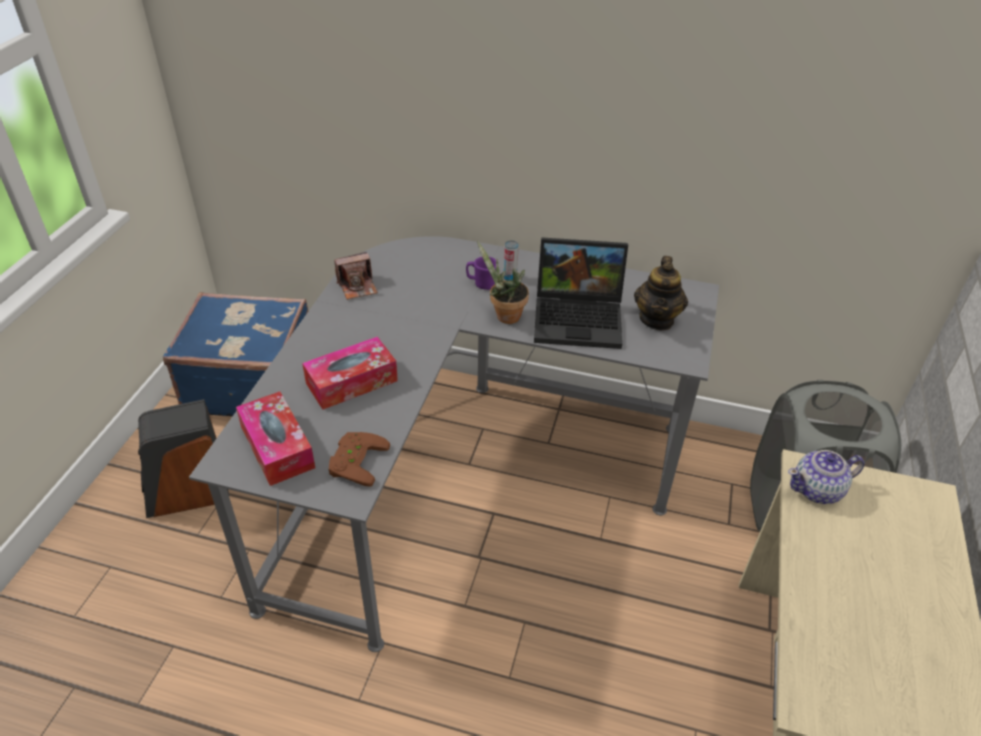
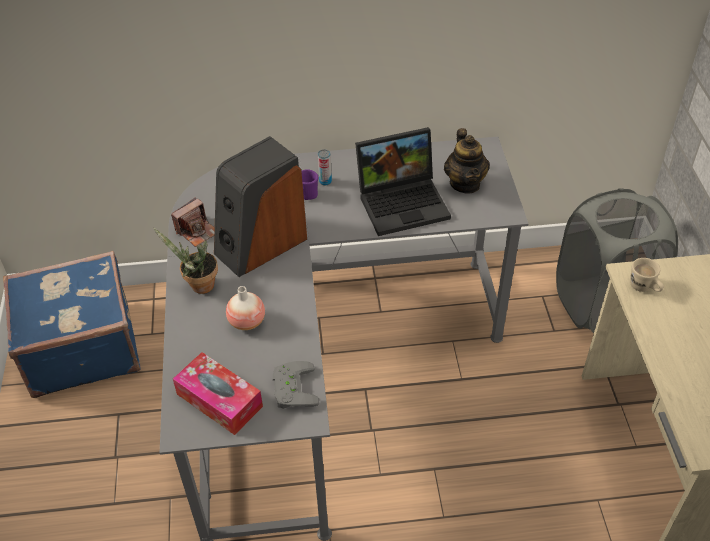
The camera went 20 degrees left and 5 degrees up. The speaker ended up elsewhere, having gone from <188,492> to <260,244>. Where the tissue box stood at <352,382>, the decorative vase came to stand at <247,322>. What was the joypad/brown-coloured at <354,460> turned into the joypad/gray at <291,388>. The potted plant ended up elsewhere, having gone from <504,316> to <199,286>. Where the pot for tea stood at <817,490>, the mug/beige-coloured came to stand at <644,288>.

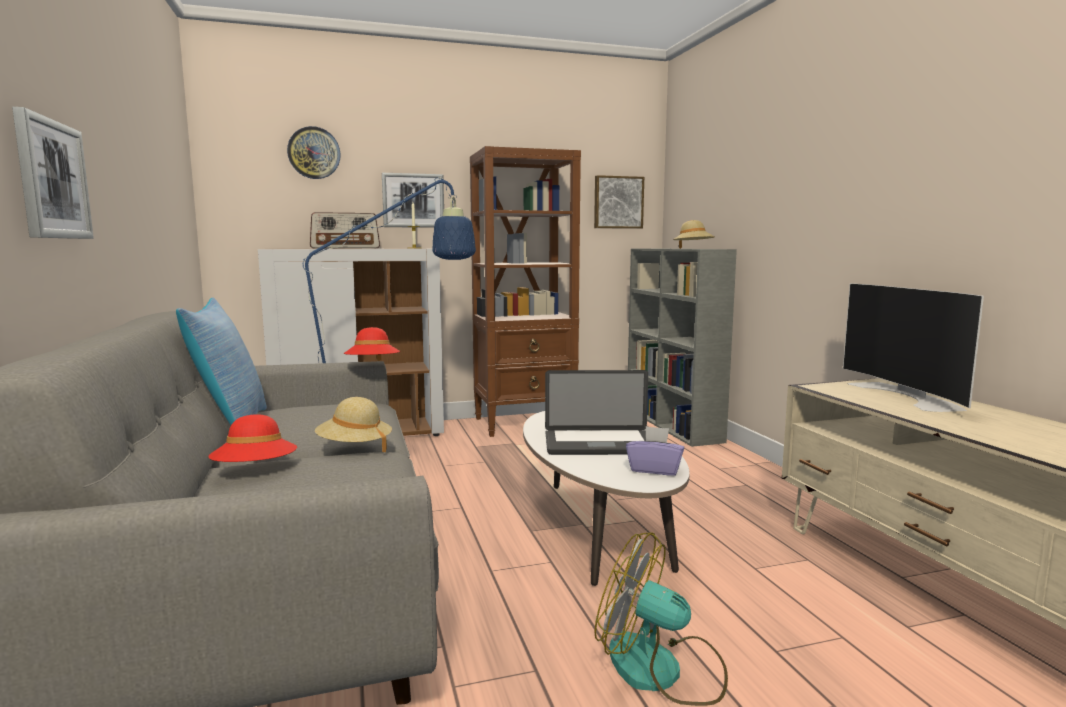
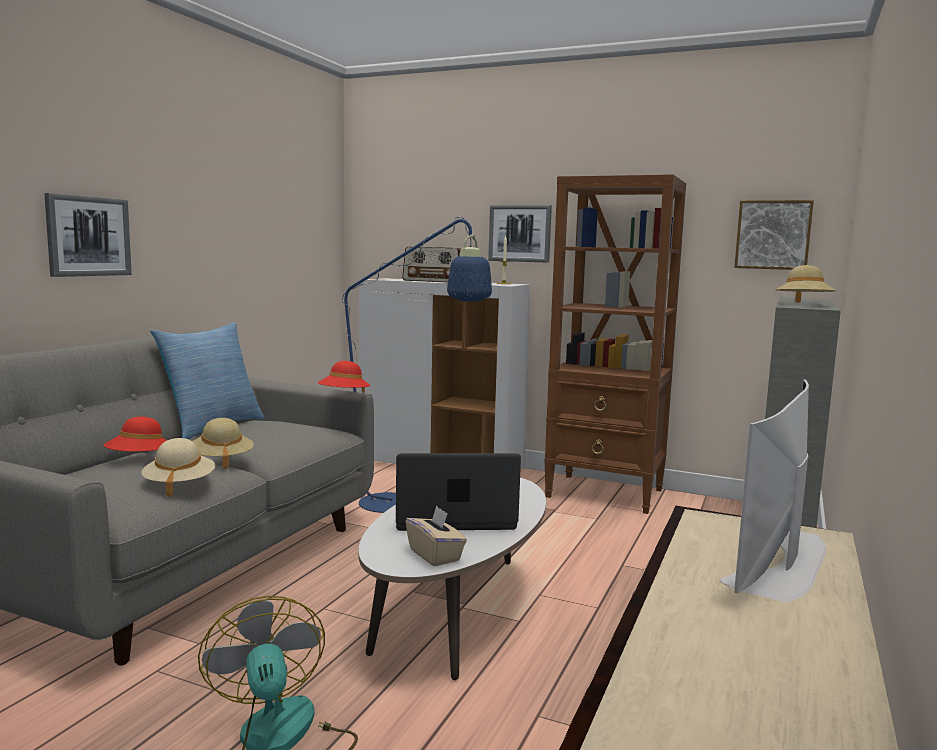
The camera went 40 degrees right and 0 degrees up. The second view lost the wall clock at <314,153>. The portable computer at <599,444> ended up facing another way, 135 degrees clockwise from before. What was the tissue box/purple at <655,469> turned into the tissue box/beige-coloured at <435,555>. The second view gained the hat/beige-coloured at <179,485>.

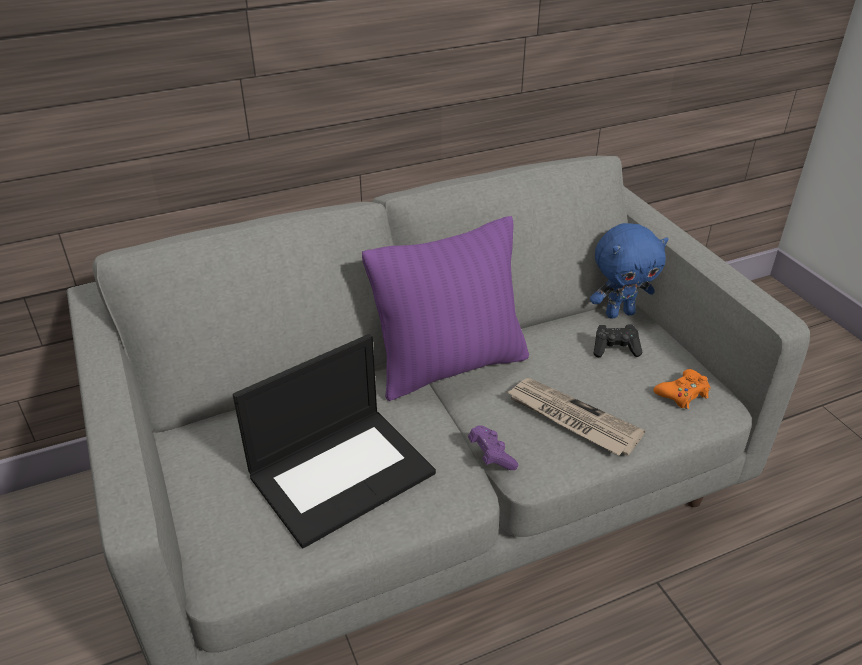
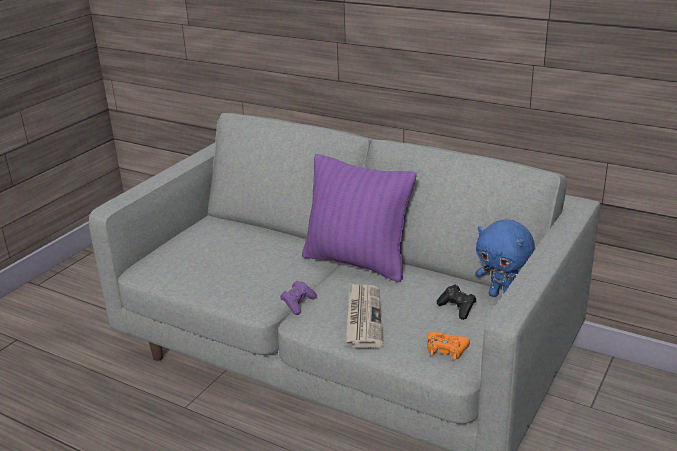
The camera went 55 degrees right and 10 degrees down. The second view lost the portable computer at <342,472>.

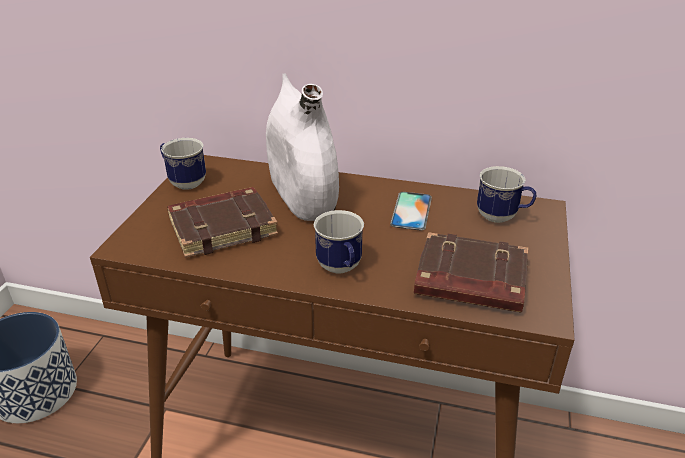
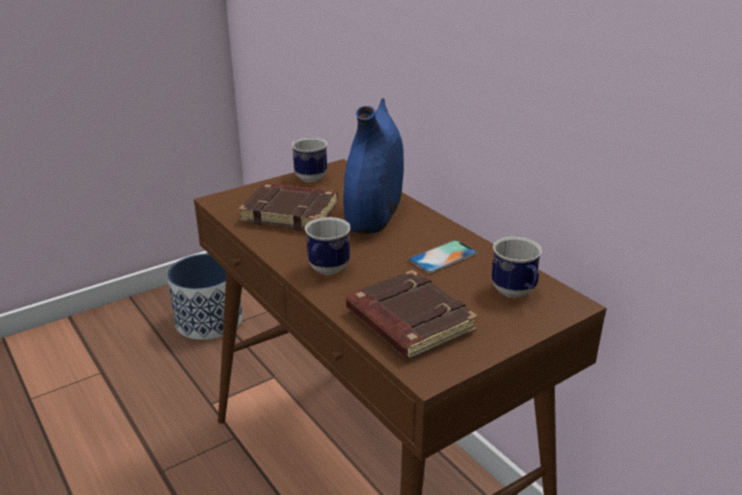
The camera went 40 degrees right and 5 degrees down. What was the decorative vase/whitish at <302,196> turned into the decorative vase/bluish at <374,214>.

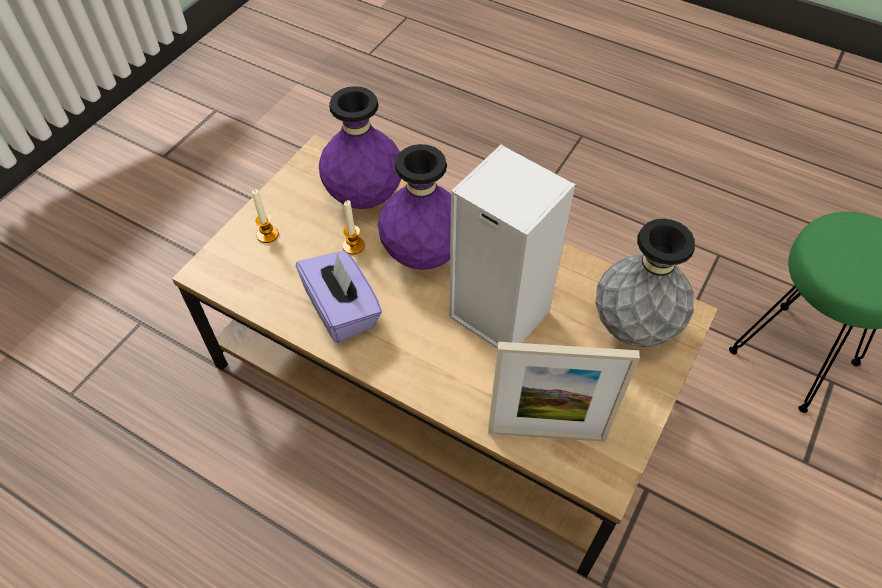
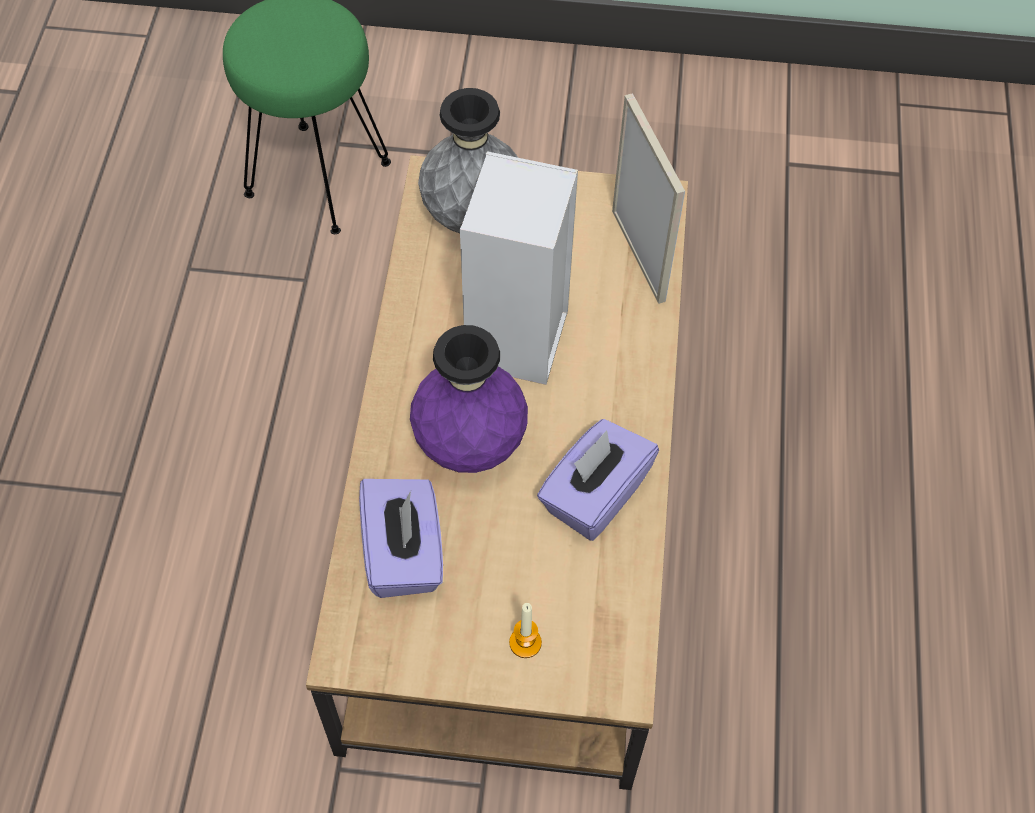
The camera went 115 degrees left and 5 degrees up. Where the decorative vase/purple stood at <365,197>, the tissue box/purple came to stand at <404,553>. The second view lost the wax light at <353,246>.

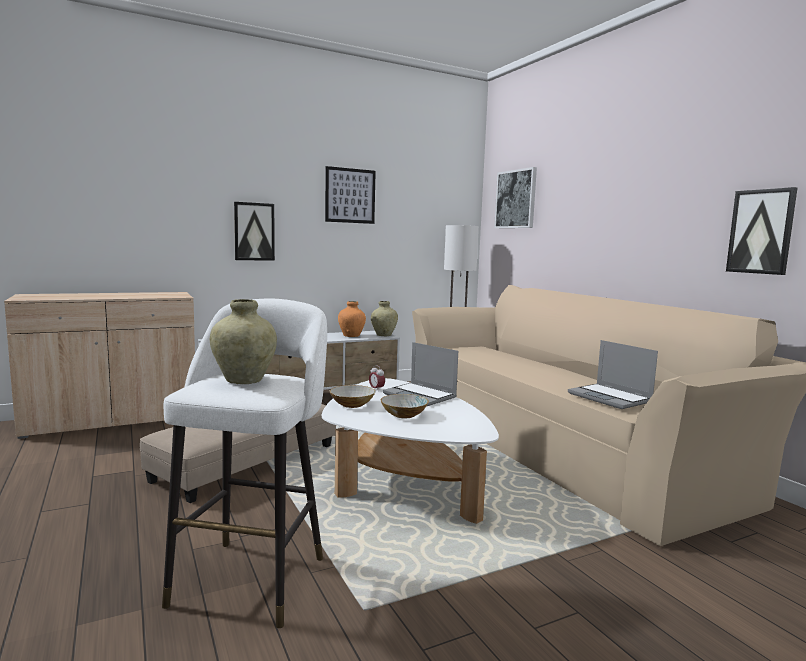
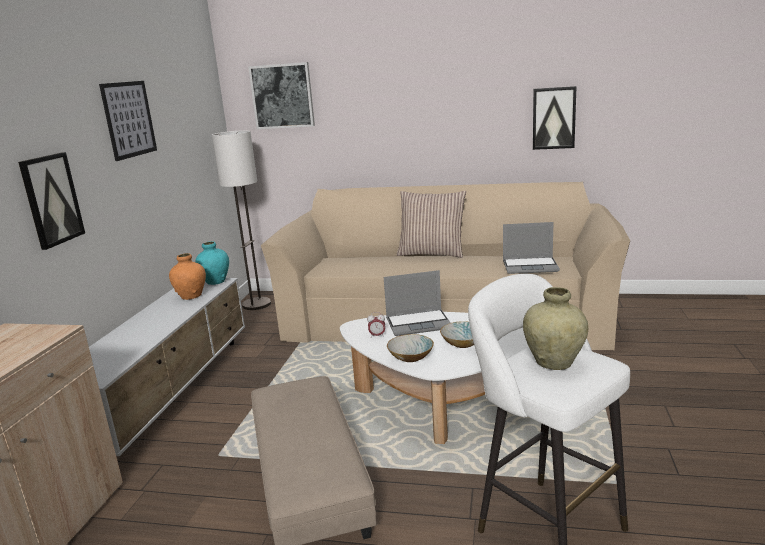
The camera went 50 degrees left and 10 degrees up. What was the decorative vase/beige-coloured at <384,335> turned into the decorative vase/turquoise at <215,282>. The second view gained the throw pillow at <432,253>.

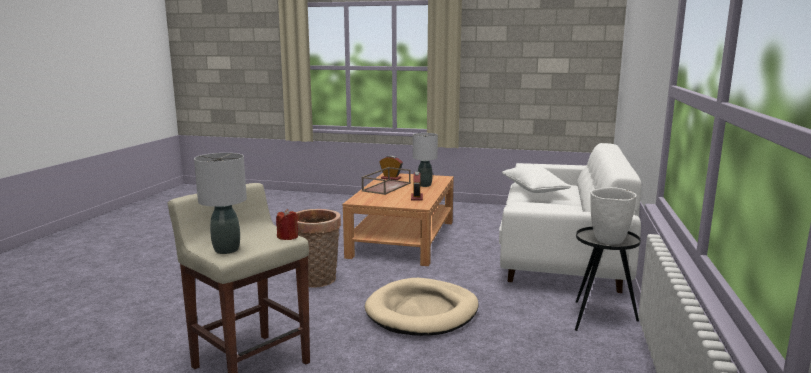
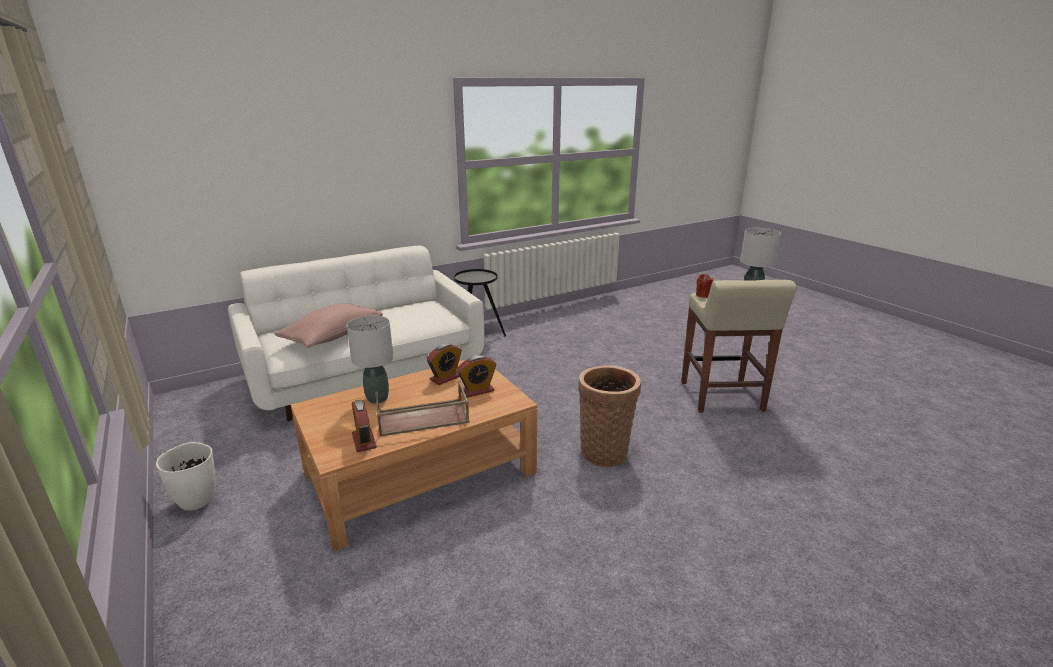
The camera went 135 degrees left and 10 degrees up. The second view lost the dog bed/beige-coloured at <422,311>. What was the throw pillow/whitish at <533,190> turned into the throw pillow/pinkish at <332,336>. The decorative vase/whitish ended up elsewhere, having gone from <609,240> to <197,501>. The second view gained the bedside clock at <477,391>.

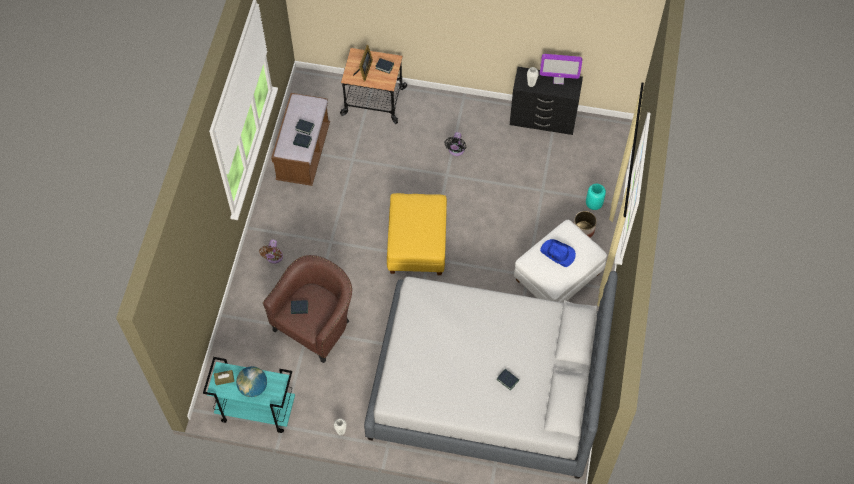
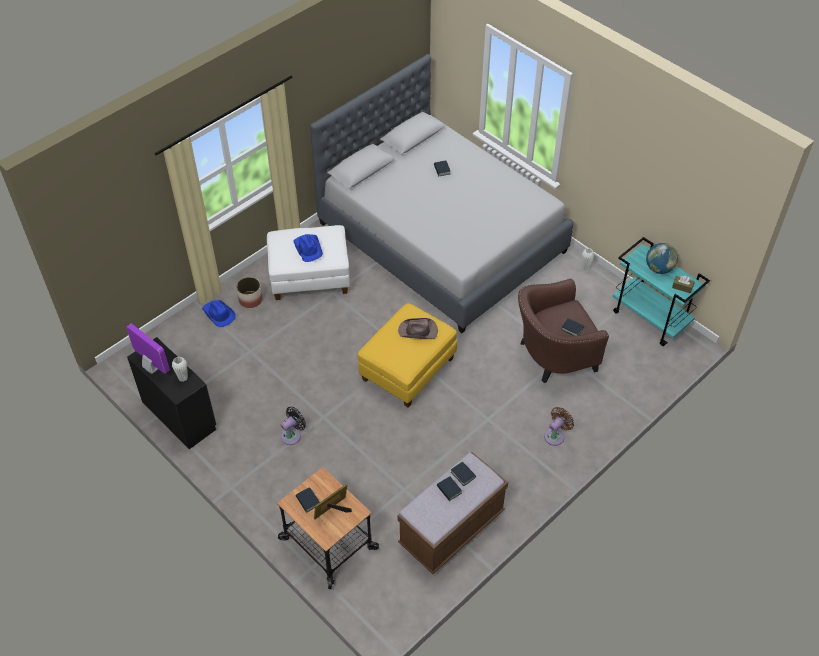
The camera went 145 degrees left and 10 degrees down. Where the decorative vase/turquoise stood at <593,204>, the hat/bluish came to stand at <218,314>. The second view gained the hat/brown-coloured at <418,331>.

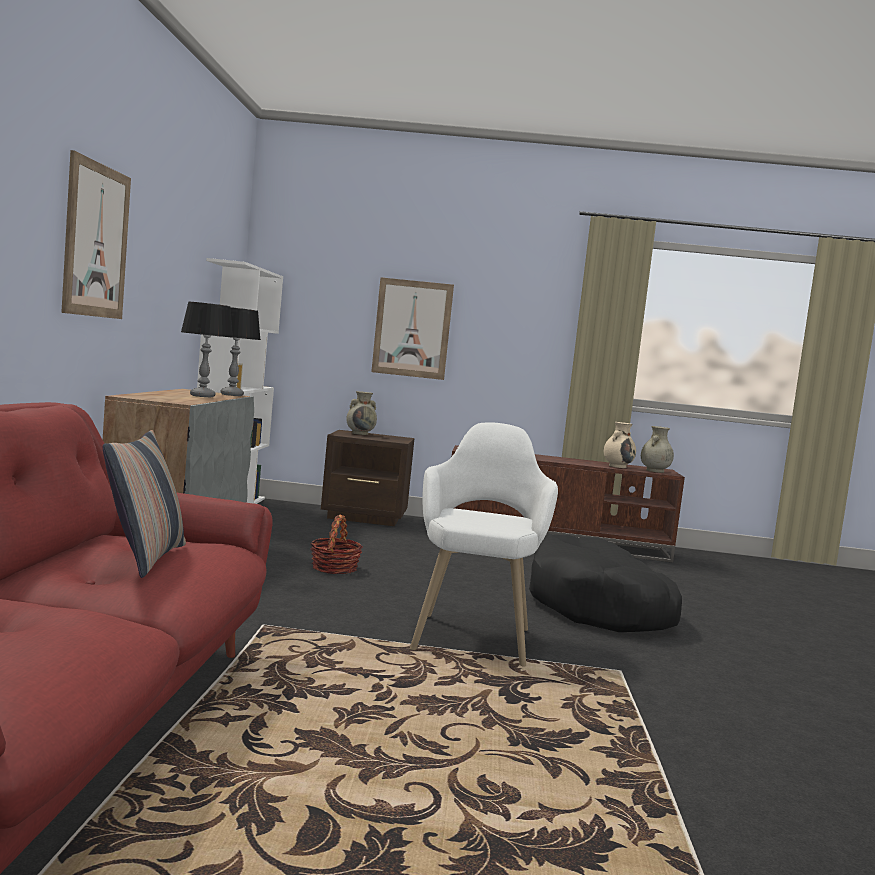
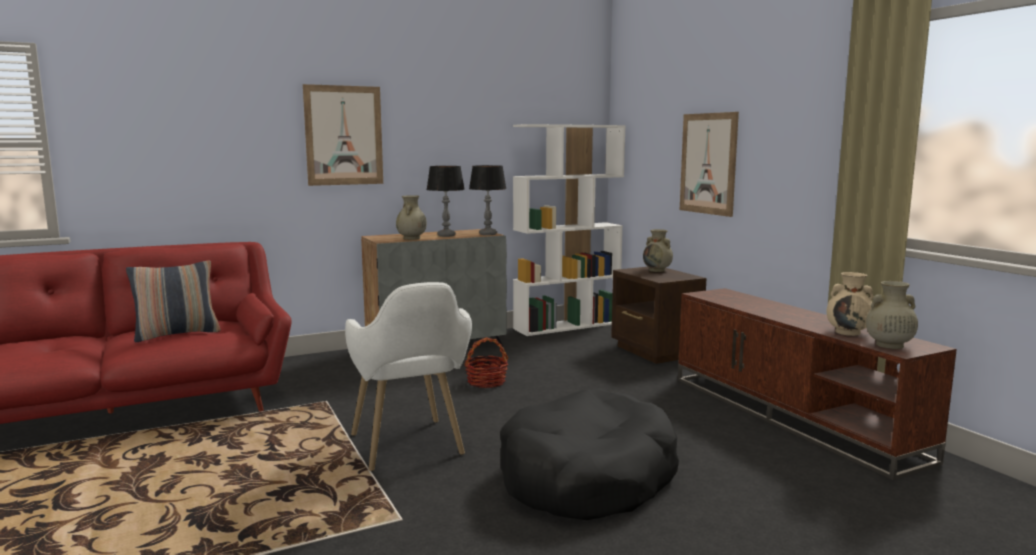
The camera went 60 degrees right and 5 degrees up. The lounge chair/whitish at <473,633> ended up facing another way, 90 degrees clockwise from before. The second view gained the decorative vase/beige-coloured at <411,238>.

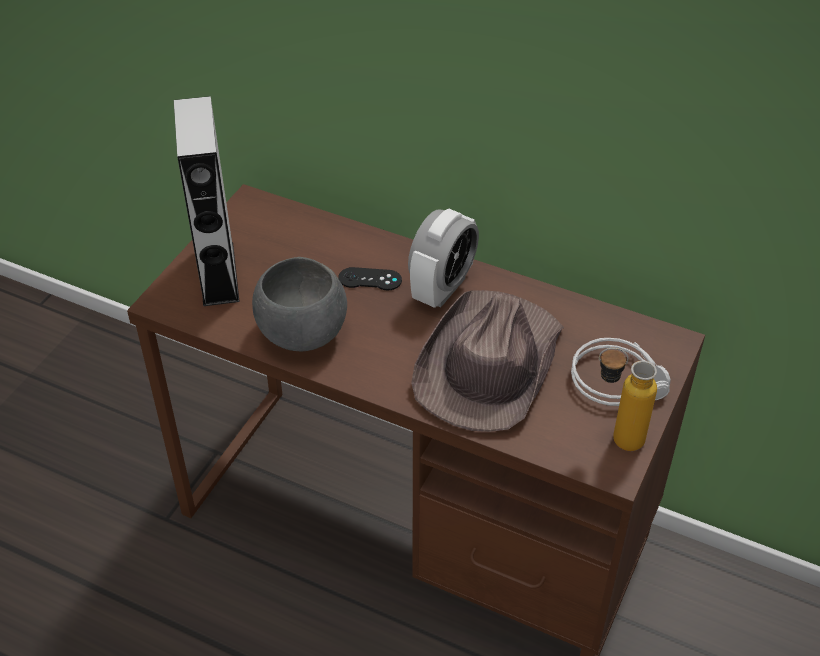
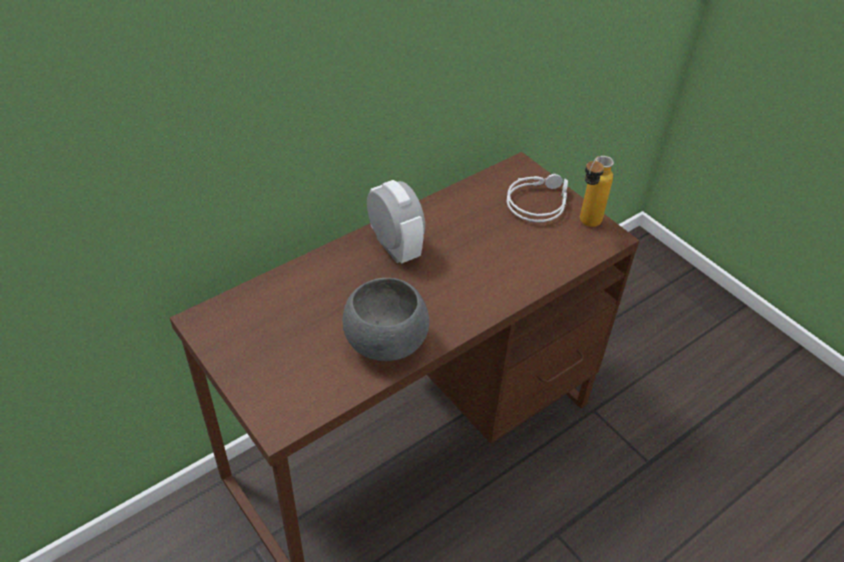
The camera went 65 degrees left and 0 degrees up. The second view lost the speaker/gray at <218,273>. The second view lost the joypad/black-coloured at <370,279>. The second view lost the hat/brown-coloured at <488,364>.

